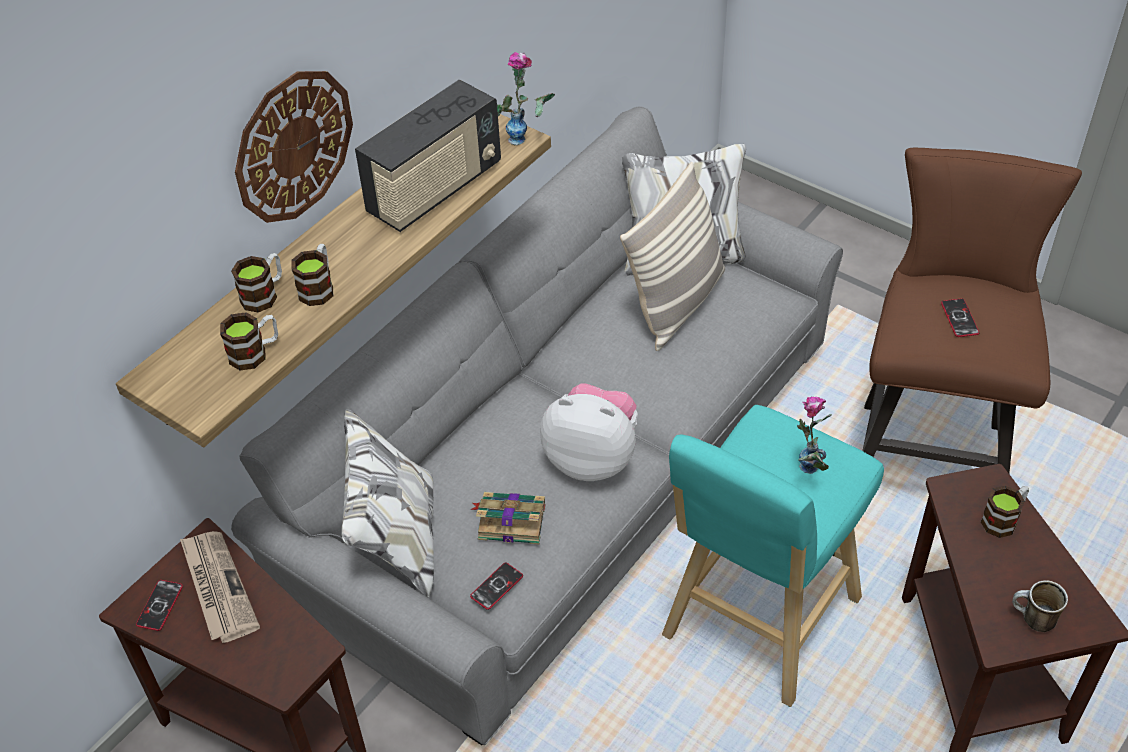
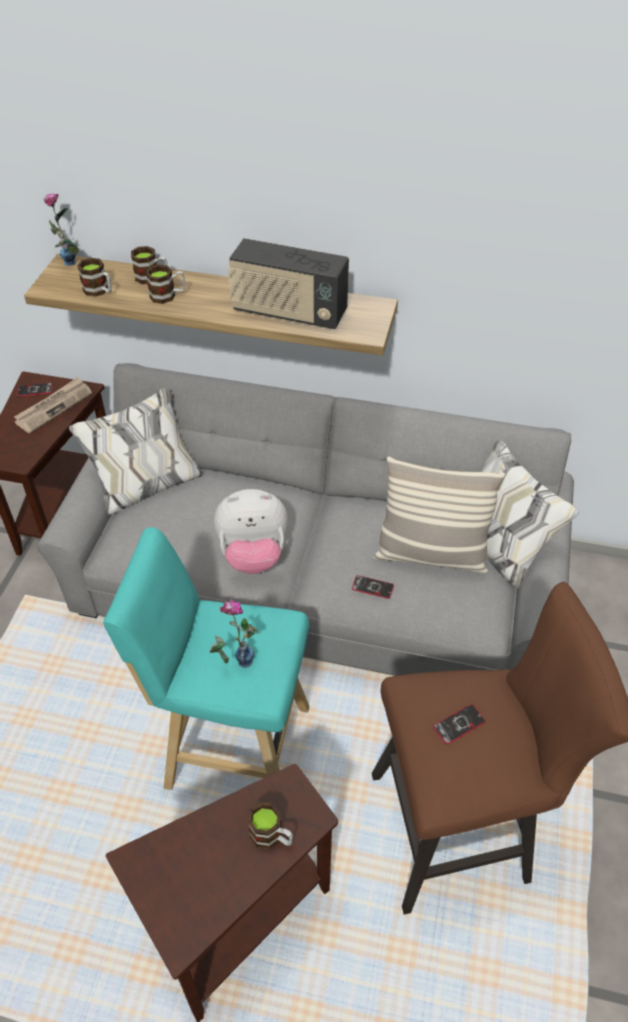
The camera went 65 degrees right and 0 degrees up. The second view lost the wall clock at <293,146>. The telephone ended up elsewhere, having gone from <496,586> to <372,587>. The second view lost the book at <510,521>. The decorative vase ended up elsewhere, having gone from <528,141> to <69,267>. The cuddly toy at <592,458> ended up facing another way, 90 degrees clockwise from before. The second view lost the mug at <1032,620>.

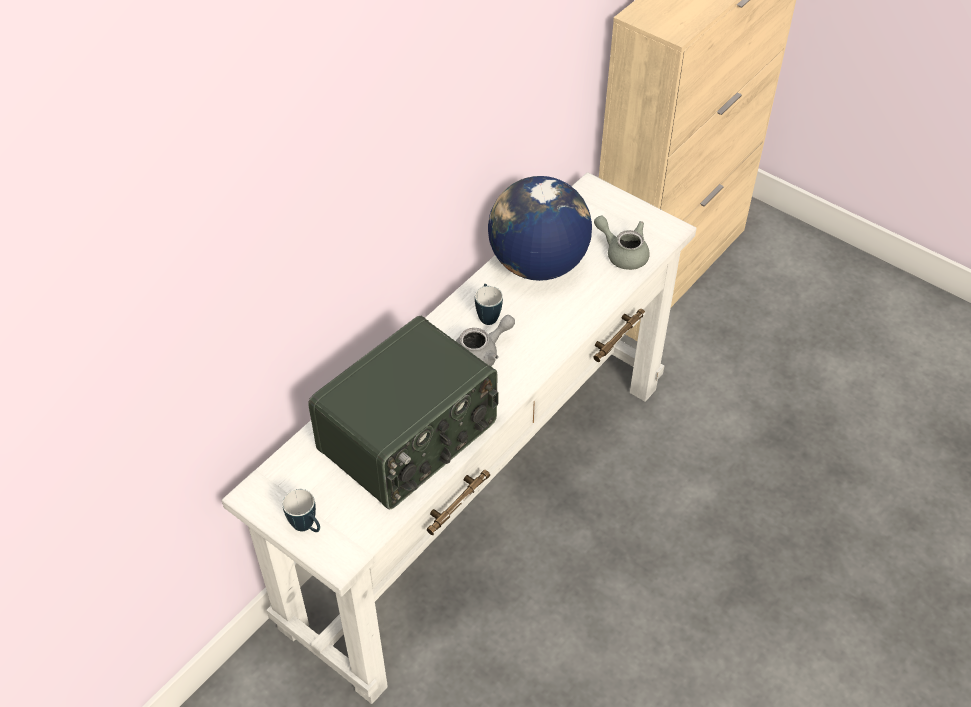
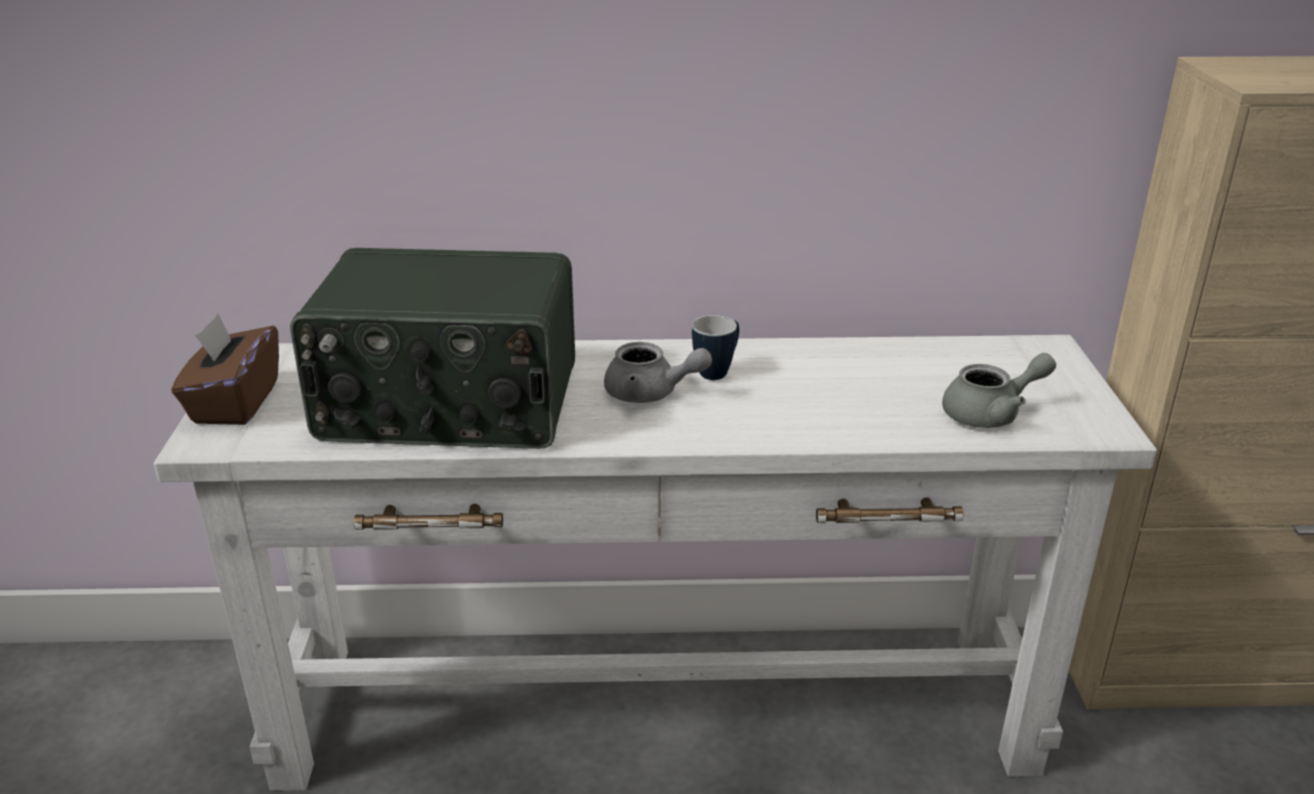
The camera went 50 degrees right and 20 degrees down. Where the mug stood at <307,527>, the tissue box/brown-coloured came to stand at <234,403>. The second view lost the world globe at <537,265>. The pot for tea/gray at <622,253> ended up facing another way, 75 degrees clockwise from before.

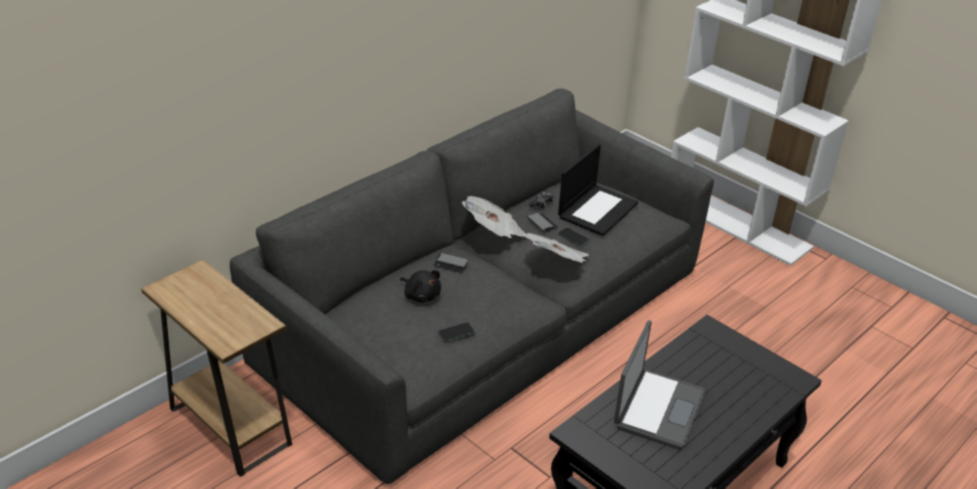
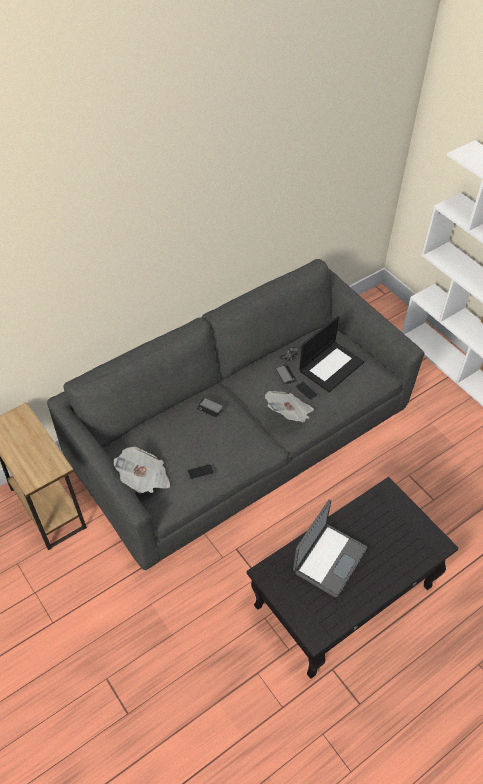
The camera went 10 degrees right and 15 degrees up. The second view lost the cuddly toy/black-coloured at <421,295>. The newspaper ended up elsewhere, having gone from <494,232> to <144,479>.

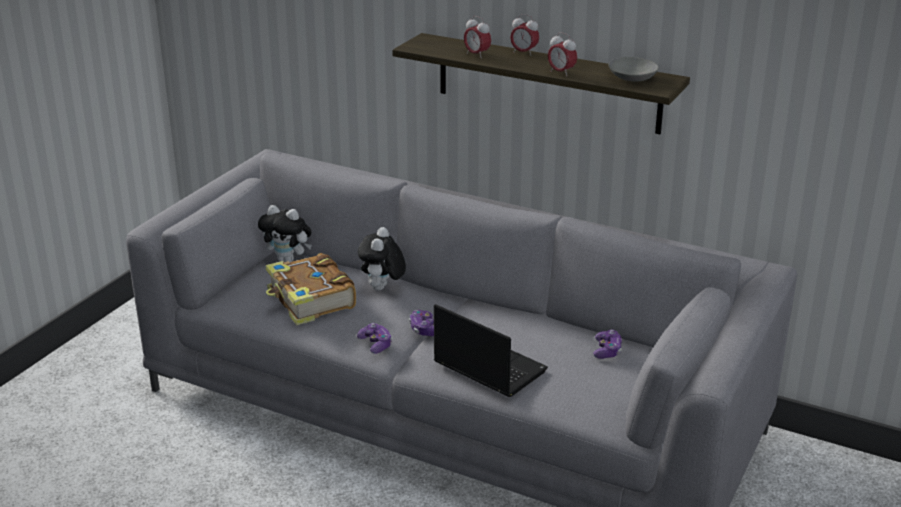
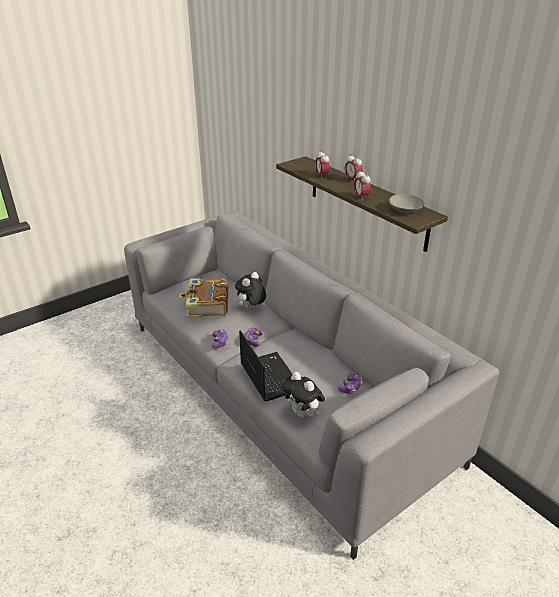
The camera went 25 degrees right and 5 degrees up. The cuddly toy ended up elsewhere, having gone from <288,260> to <303,413>.

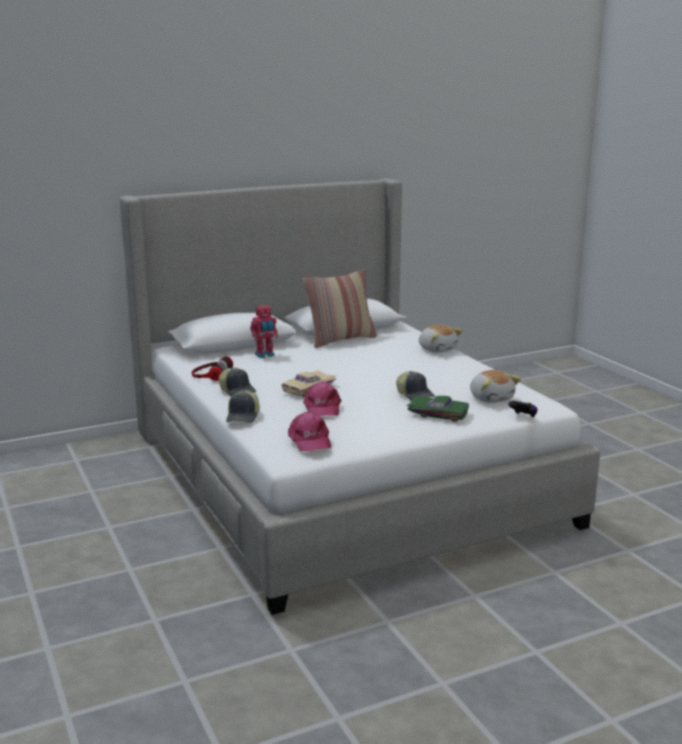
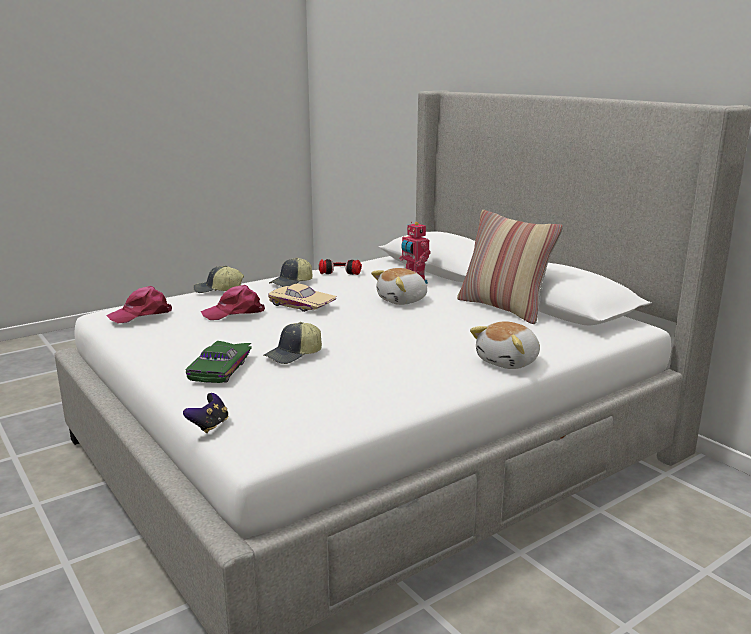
The camera went 80 degrees right and 0 degrees up. The cuddly toy ended up elsewhere, having gone from <491,398> to <402,300>.

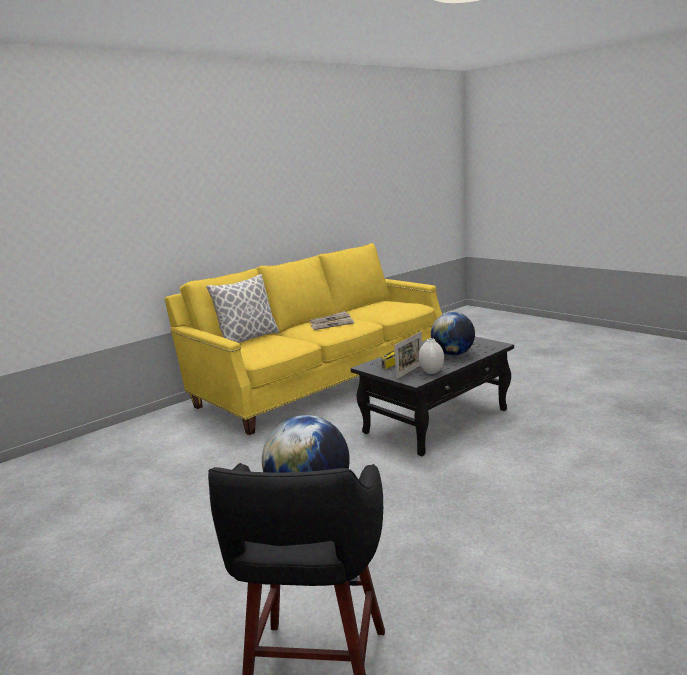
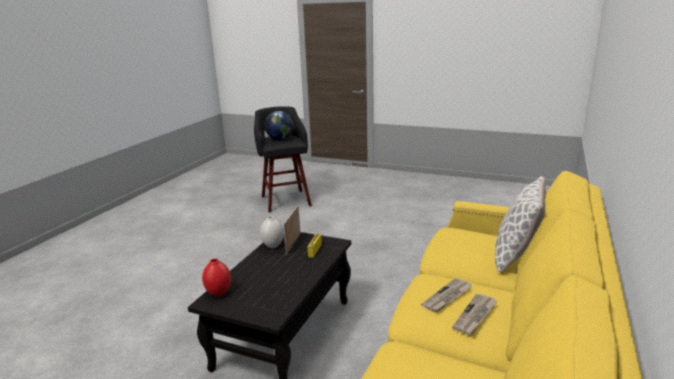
The camera went 155 degrees right and 5 degrees up. The second view lost the world globe at <453,354>. The second view gained the decorative vase/reddish at <218,293>.

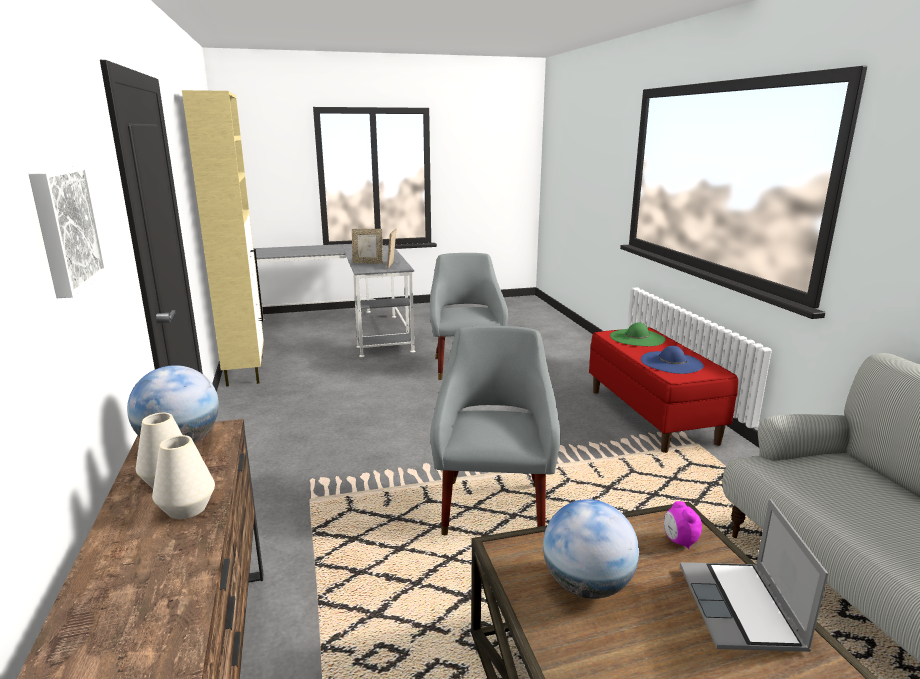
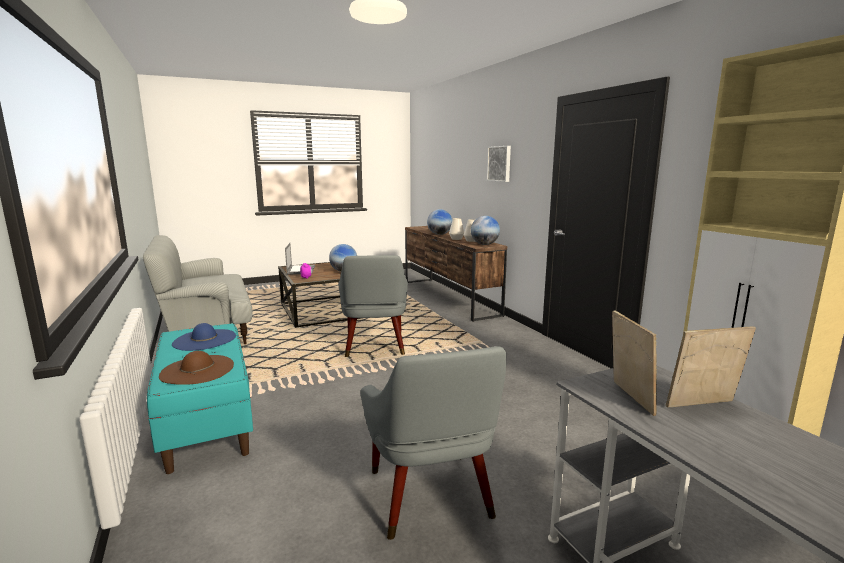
The camera went 170 degrees right and 5 degrees down. What was the bench/reddish at <651,416> turned into the bench/turquoise at <206,421>. What was the hat/greenish at <637,338> turned into the hat/brown-coloured at <197,370>. The second view gained the world globe at <439,234>.

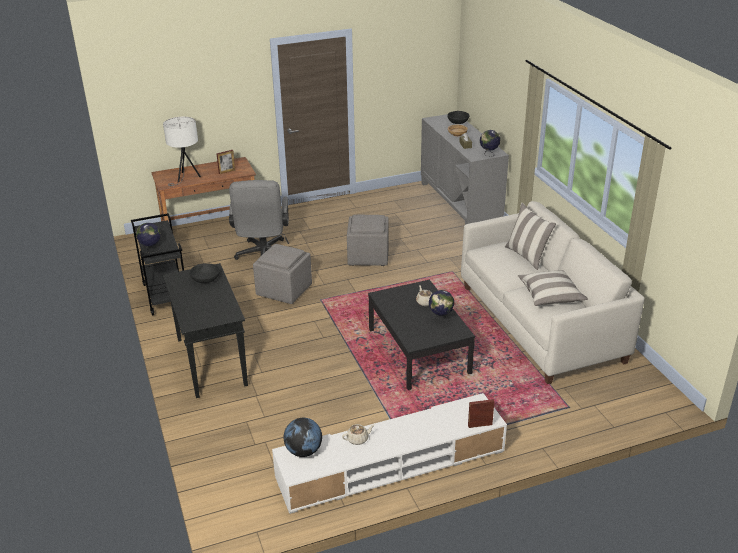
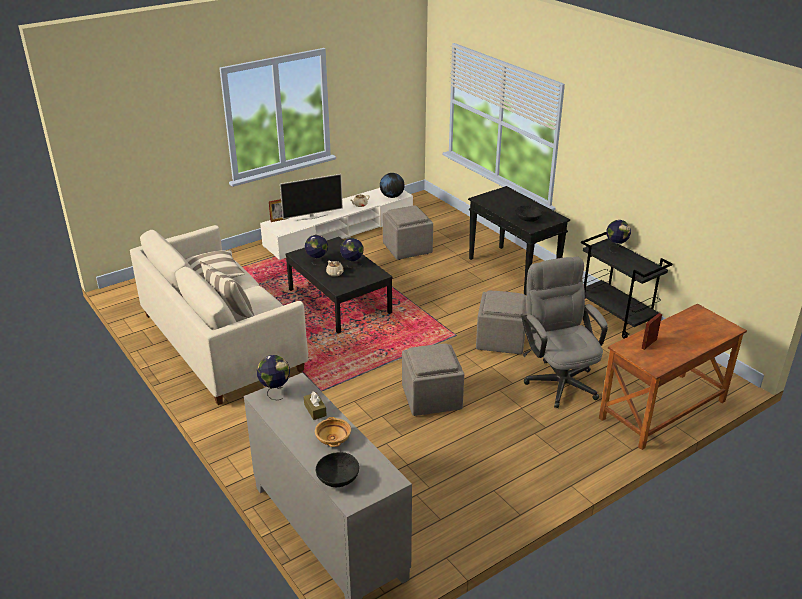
The camera went 165 degrees right and 0 degrees up. The second view lost the tabletop lamp/whitish at <185,178>. The second view gained the TV set at <312,217>. The second view gained the world globe at <352,265>. The second view gained the ottoman/gray at <407,248>.

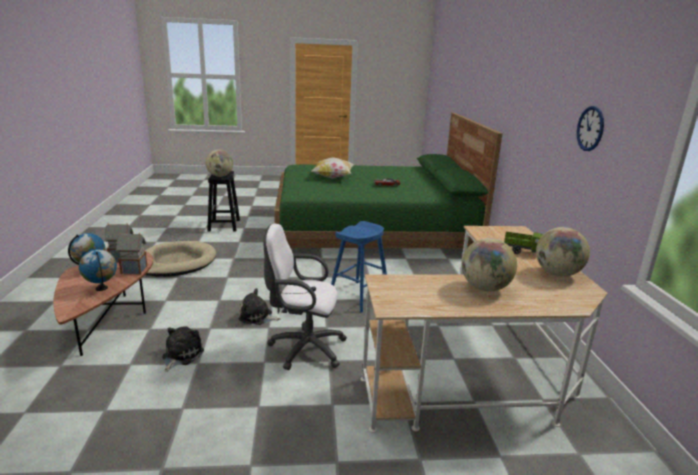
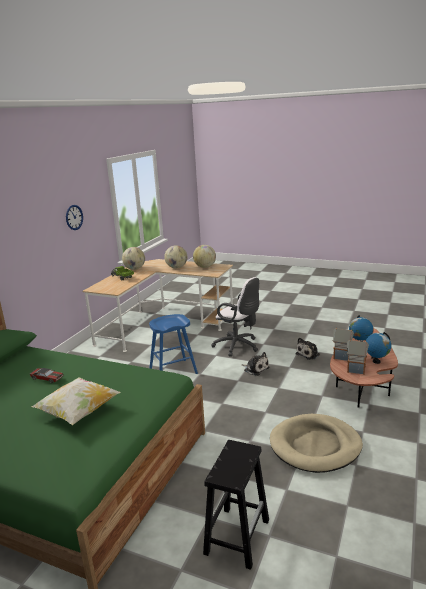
The camera went 150 degrees left and 0 degrees up. The world globe ended up elsewhere, having gone from <220,176> to <205,267>.

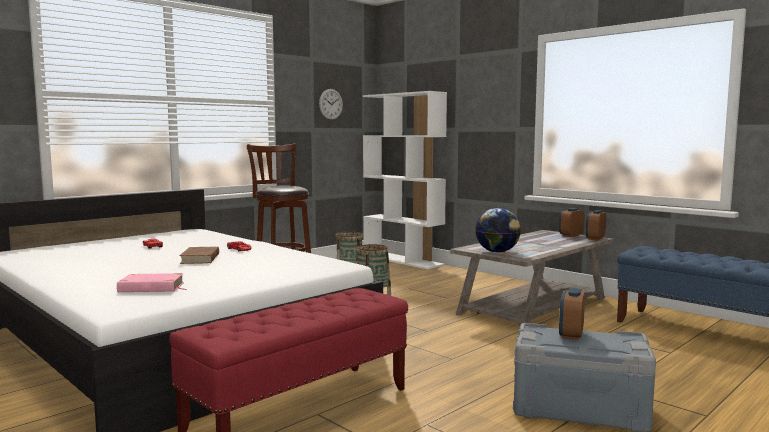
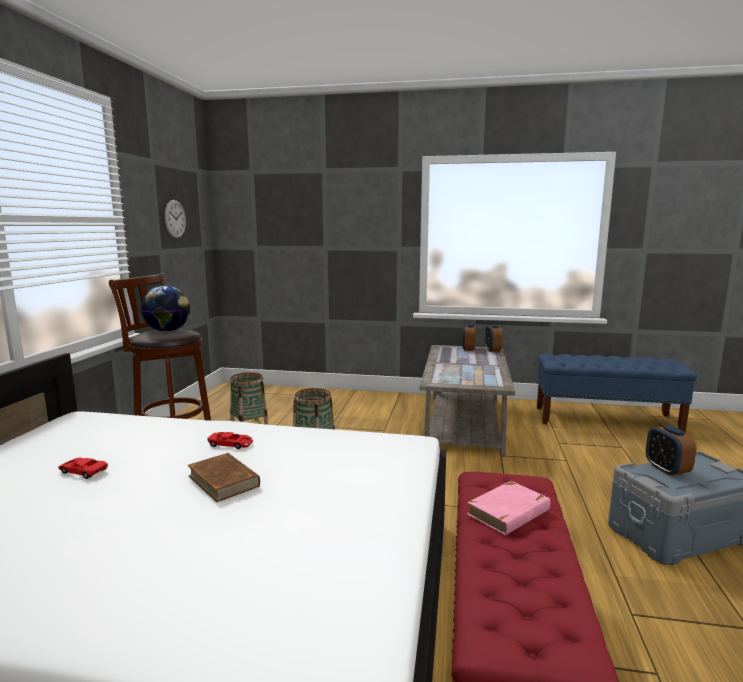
The camera went 35 degrees left and 5 degrees up. The book/pinkish ended up elsewhere, having gone from <151,287> to <509,512>. The second view lost the shelving unit/whitish at <403,260>. The world globe ended up elsewhere, having gone from <497,252> to <168,331>.

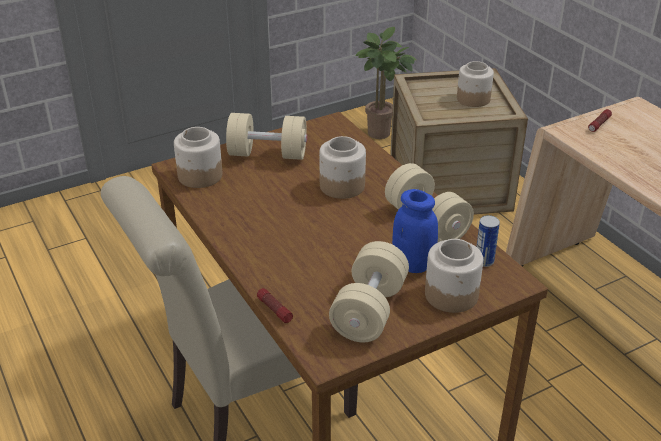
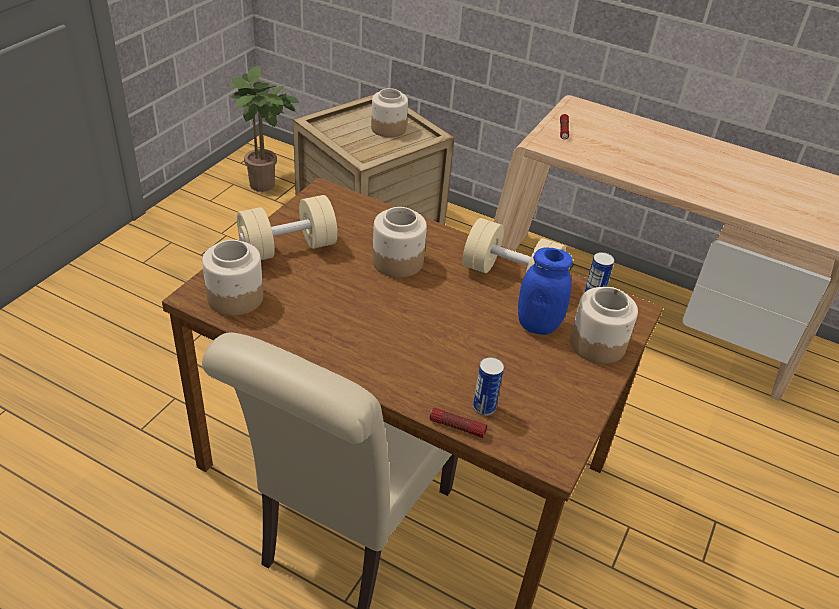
The camera went 35 degrees left and 5 degrees up. The second view lost the hand weight/beige-coloured at <369,310>. The second view gained the sealed can at <484,407>.

